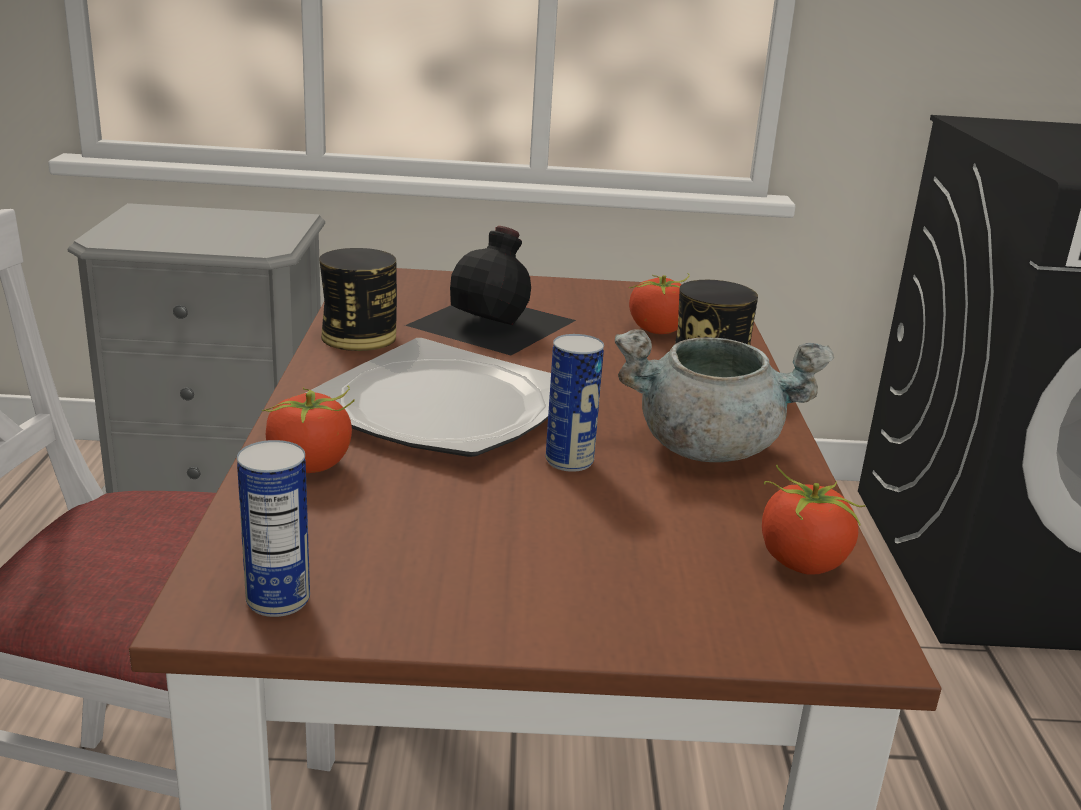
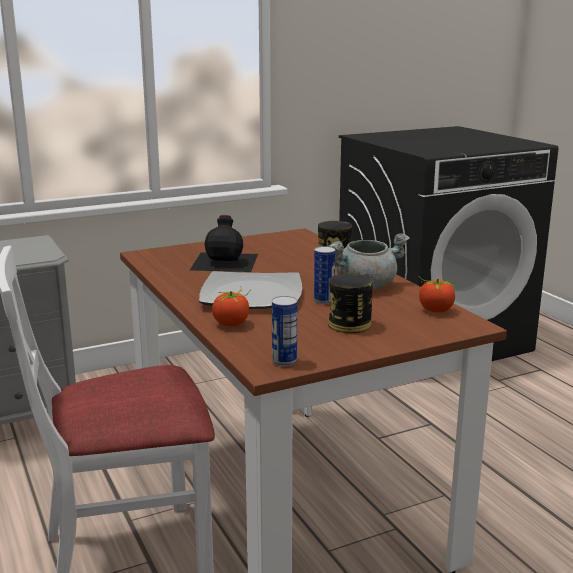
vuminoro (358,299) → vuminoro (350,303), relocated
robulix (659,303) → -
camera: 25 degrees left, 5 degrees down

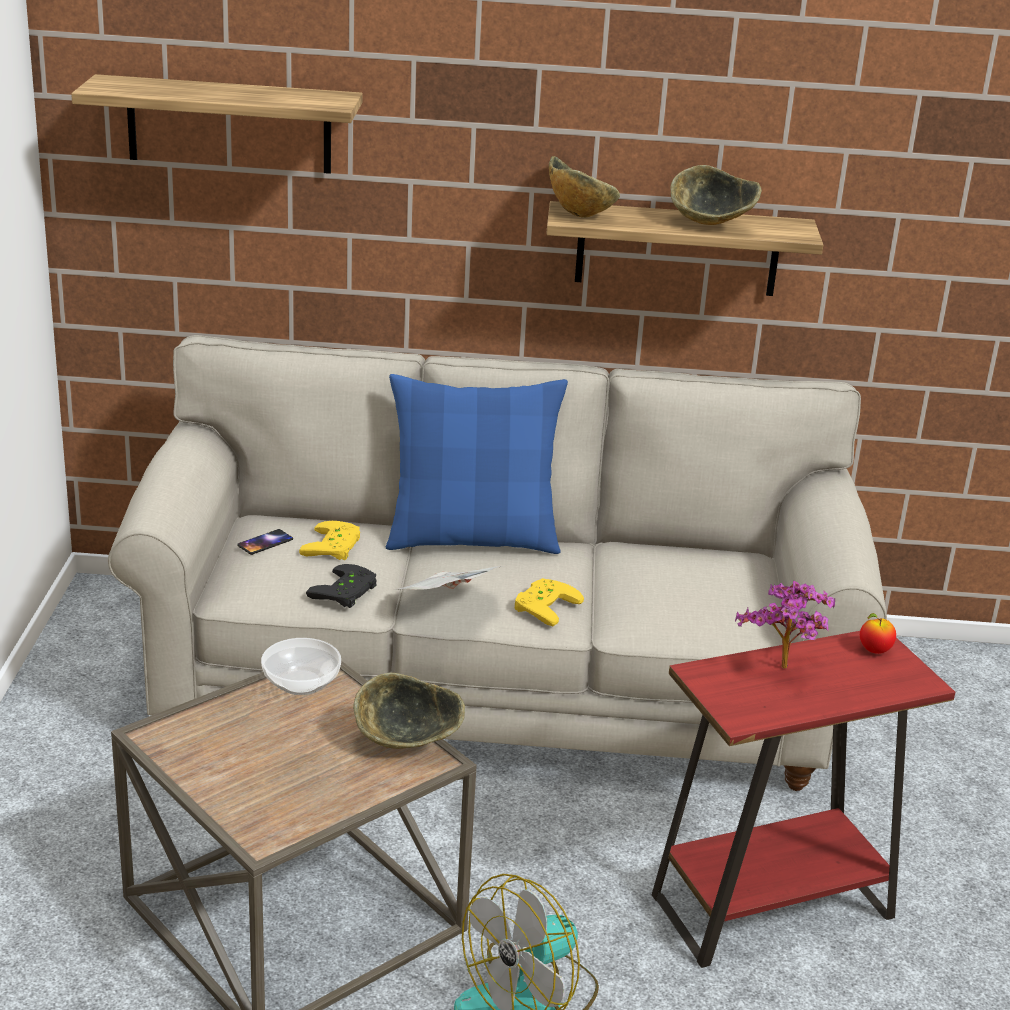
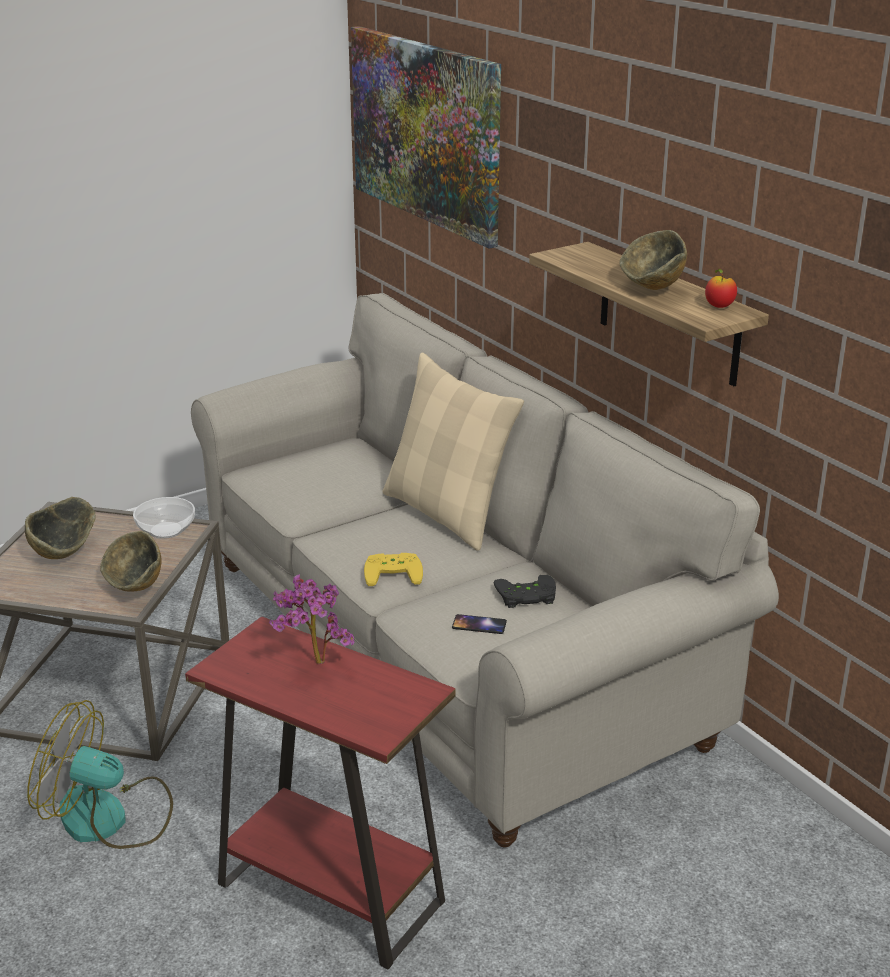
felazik (217,124) → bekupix (426,137)
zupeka (265,542) → zupeka (479,624), relocated
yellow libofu (329,540) → -
black libofu (341,586) → black libofu (525,591), relocated
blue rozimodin (476,464) → beige rozimodin (453,452)
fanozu (448,578) → -
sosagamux (584,187) → sosagamux (60,528), relocated
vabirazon (878,633) → vabirazon (721,288), relocated
camera: 55 degrees right, 0 degrees up

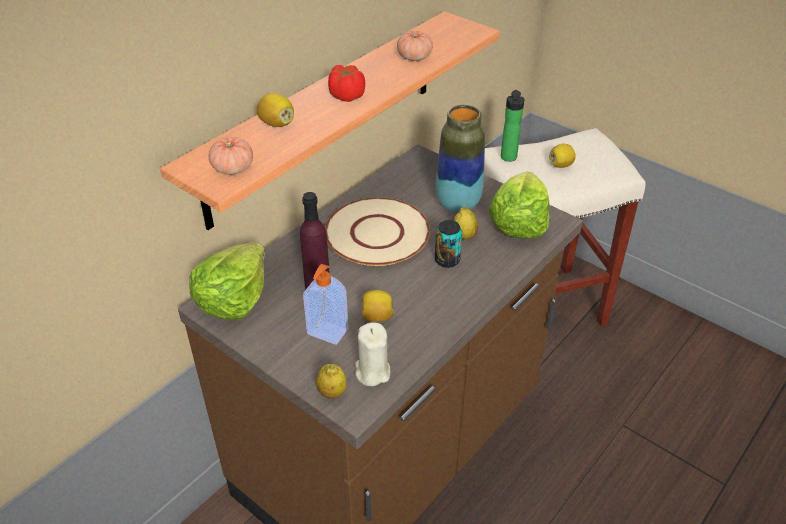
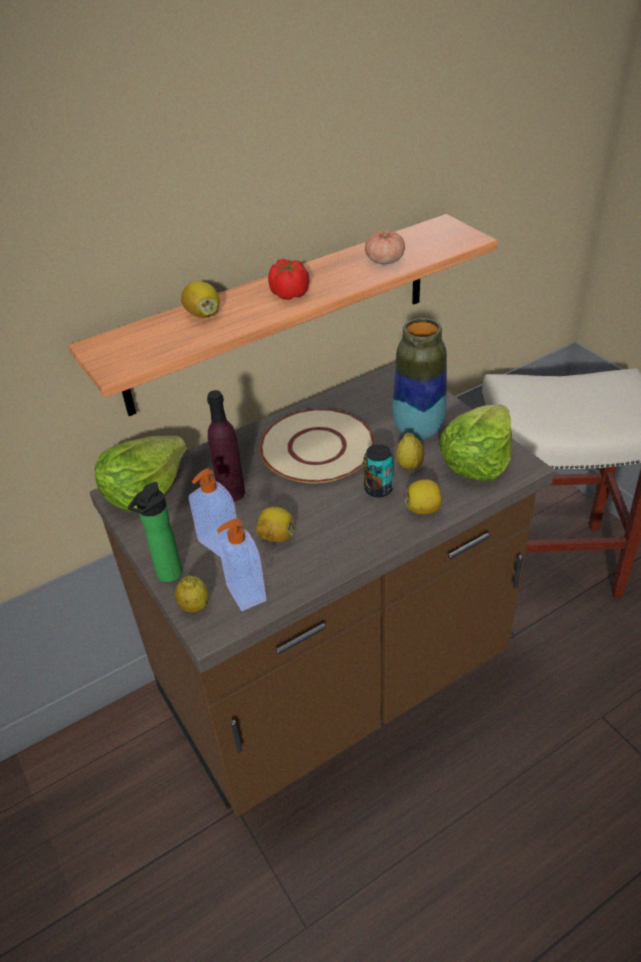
robulix (231,156) → -
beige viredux (372,354) → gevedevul (242,564)
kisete (513,126) → kisete (155,532), relocated
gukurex (562,156) → gukurex (423,496), relocated
camera: 20 degrees right, 0 degrees up

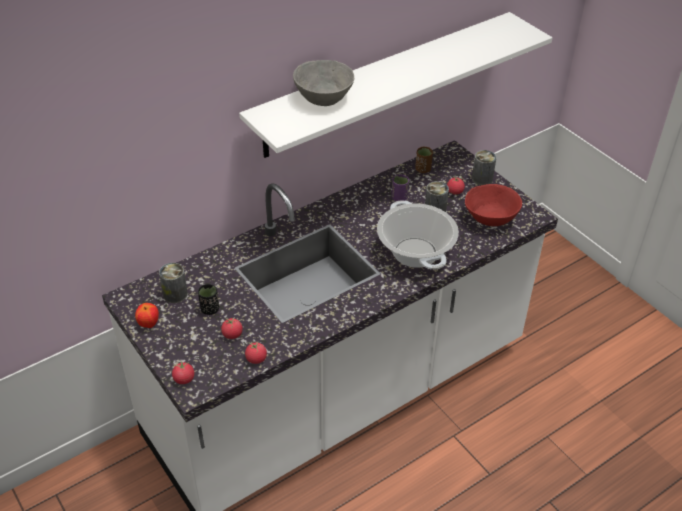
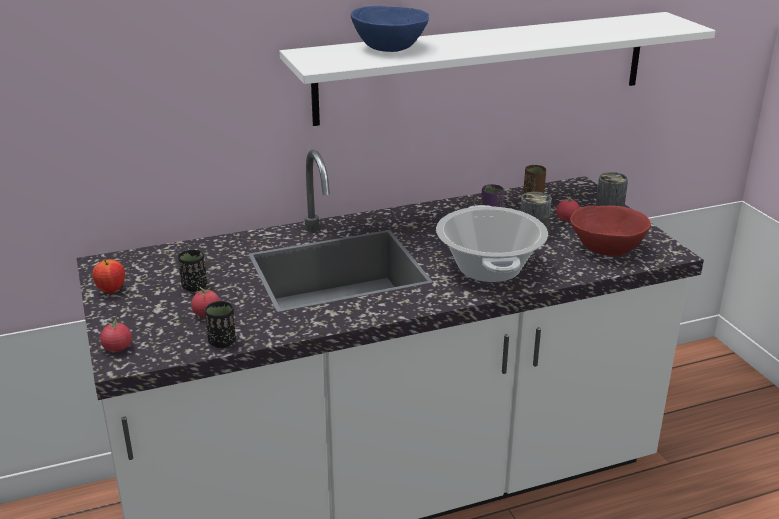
vuminoro (173,283) → -
robulix (256,353) → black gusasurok (220,324)
grey sosagamux (323,83) → blue sosagamux (390,29)
camera: 15 degrees right, 15 degrees down

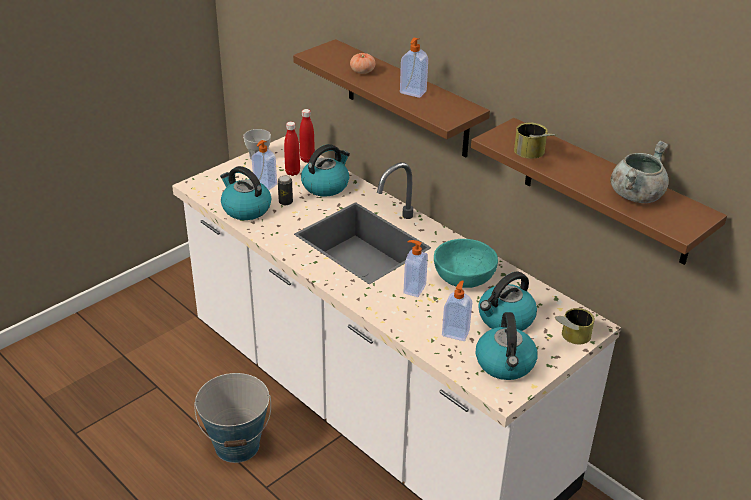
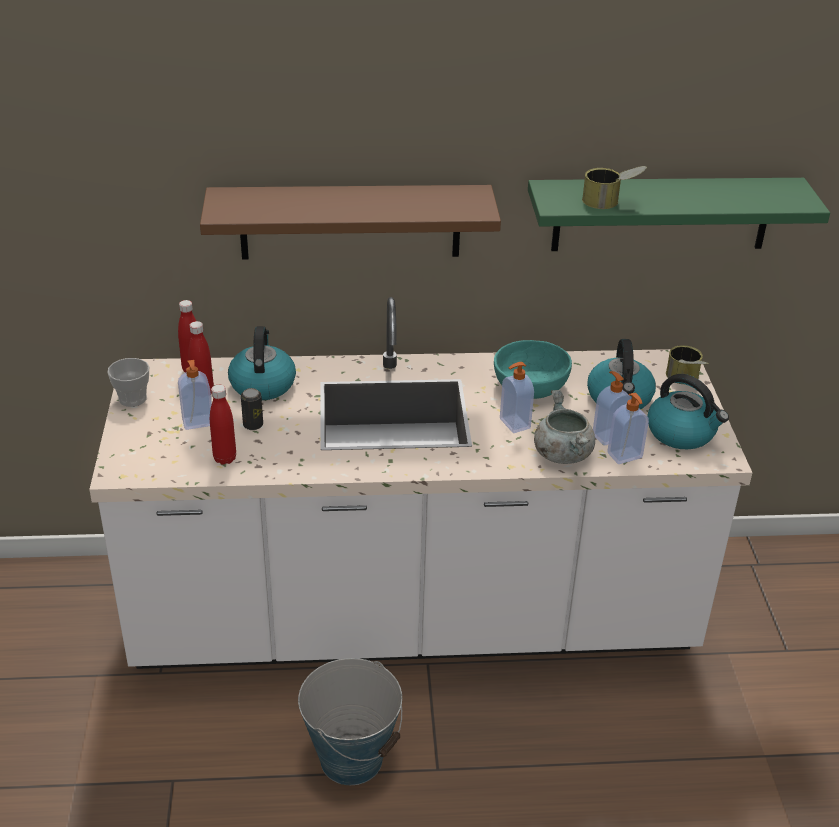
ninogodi (245,193) → red kisete (223,425)
robulix (362,63) → -
gevedevul (414,68) → gevedevul (628,428), relocated
brown felazik (599,191) → green felazik (679,214)
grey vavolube (639,171) → grey vavolube (564,427), relocated
camera: 50 degrees left, 0 degrees up

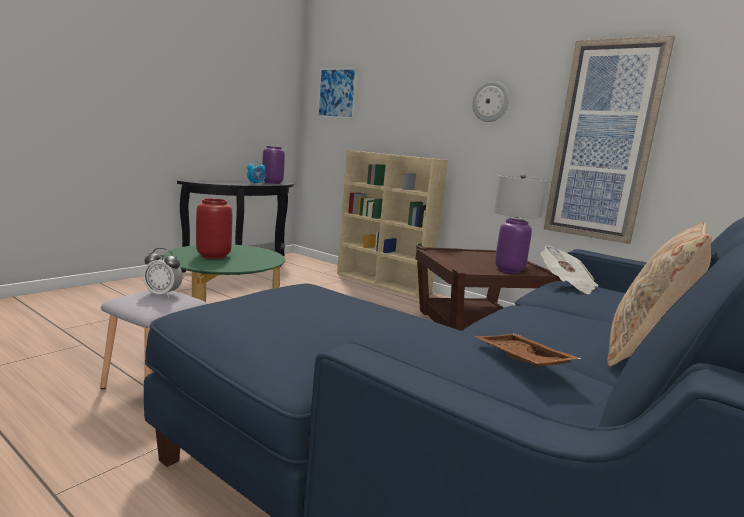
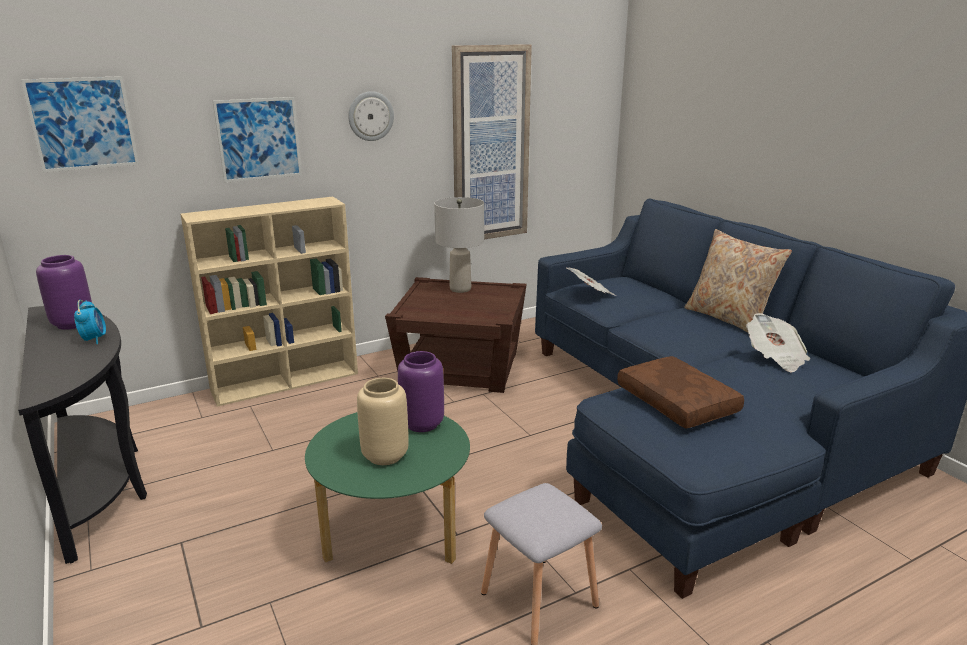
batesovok (163,272) → -
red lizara (214,228) → beige lizara (383,421)
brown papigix (528,350) → fanozu (778,343)
purple lizara (513,246) → purple lizara (421,391), relocated
- → bekupix (257,140)
- → brown rozimodin (680,392)
camera: 65 degrees left, 10 degrees up

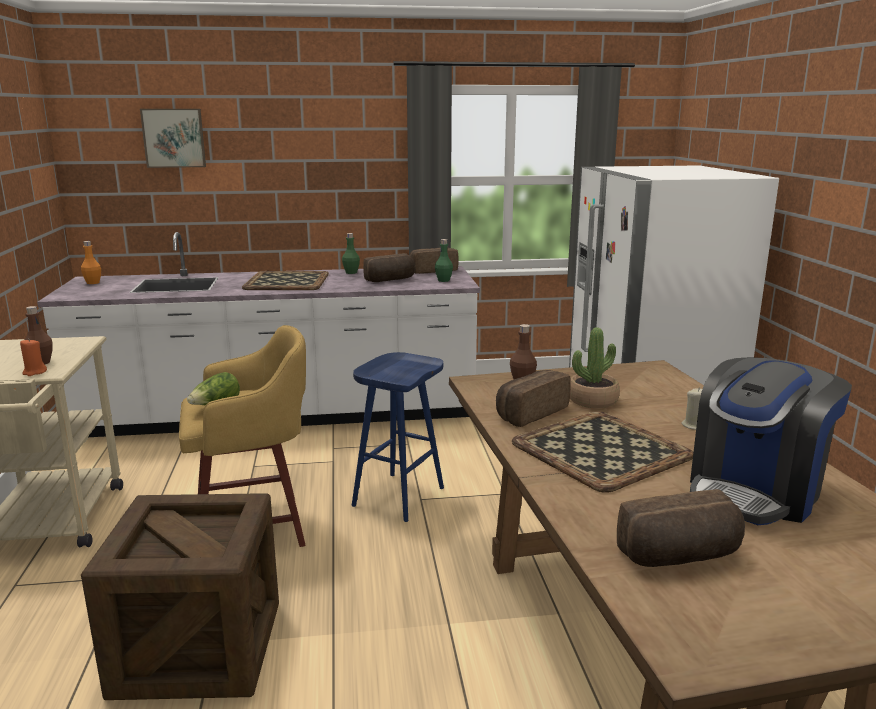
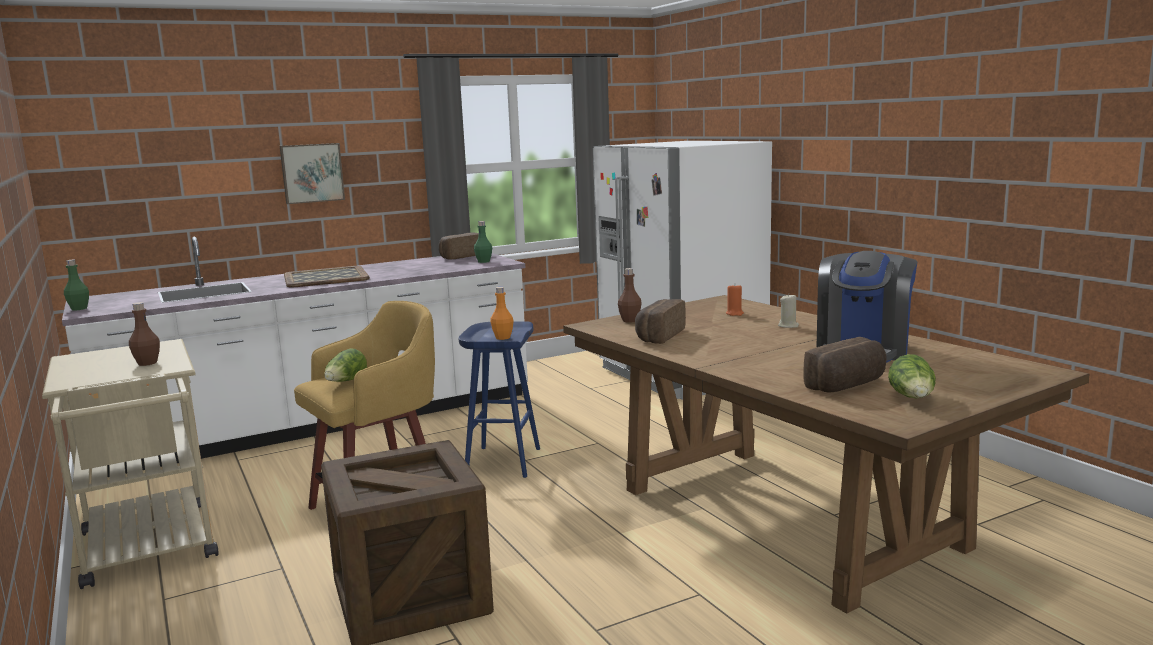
orange viredux (33,357) → orange viredux (735,300), relocated
orange kisete (91,262) → orange kisete (502,313), relocated
bekupix (173,138) → bekupix (312,173), relocated
green kisete (351,253) → green kisete (76,285), relocated
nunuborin (389,267) → -
papigix (602,452) → -
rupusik (595,368) → -
- → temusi (912,376)
camera: 20 degrees left, 5 degrees down

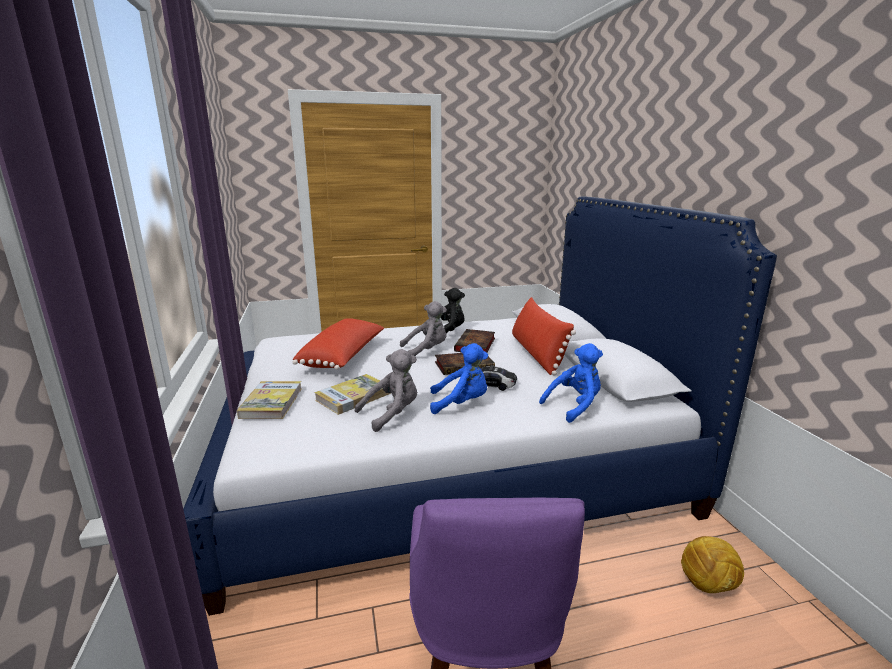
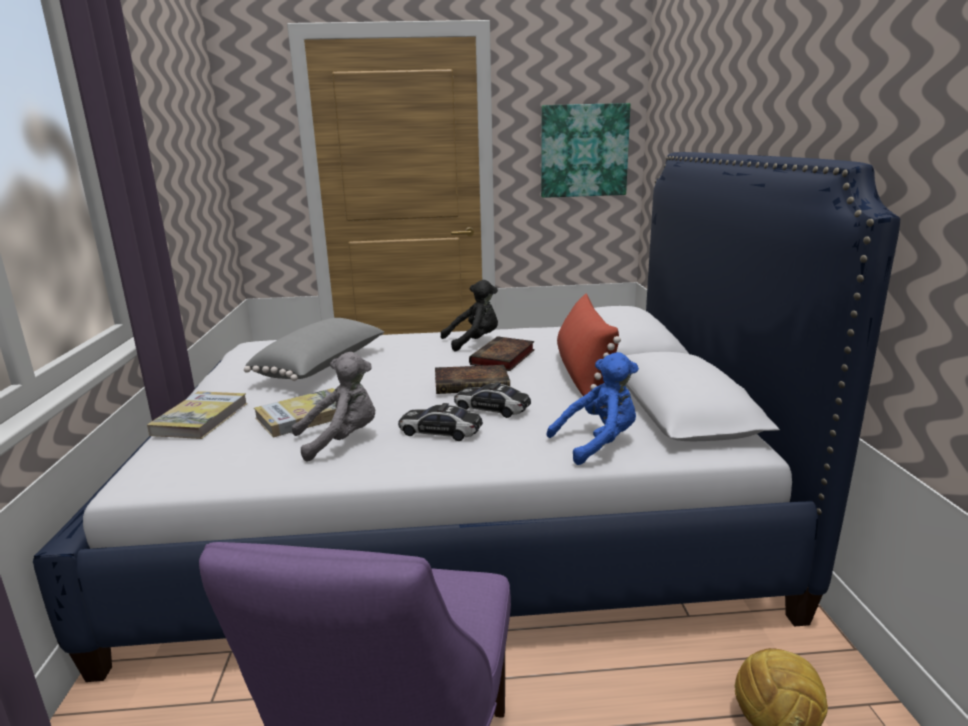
red rozimodin (338,344) → grey rozimodin (314,349)
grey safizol (423,328) → -
blue safizol (459,378) → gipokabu (440,422)
- → bekupix (585,150)
camera: 10 degrees right, 0 degrees up

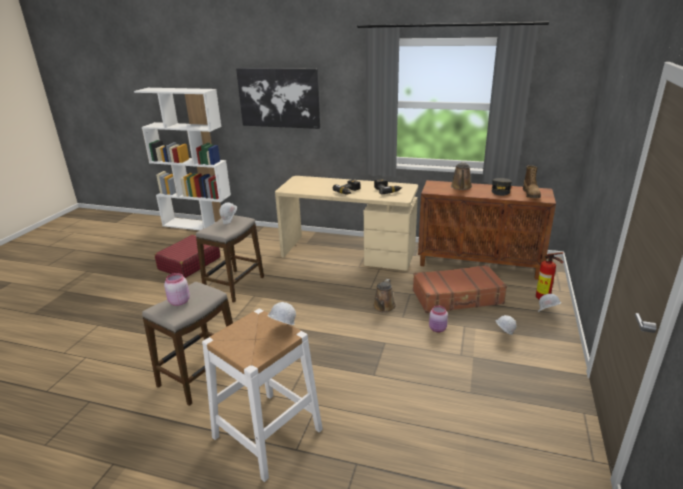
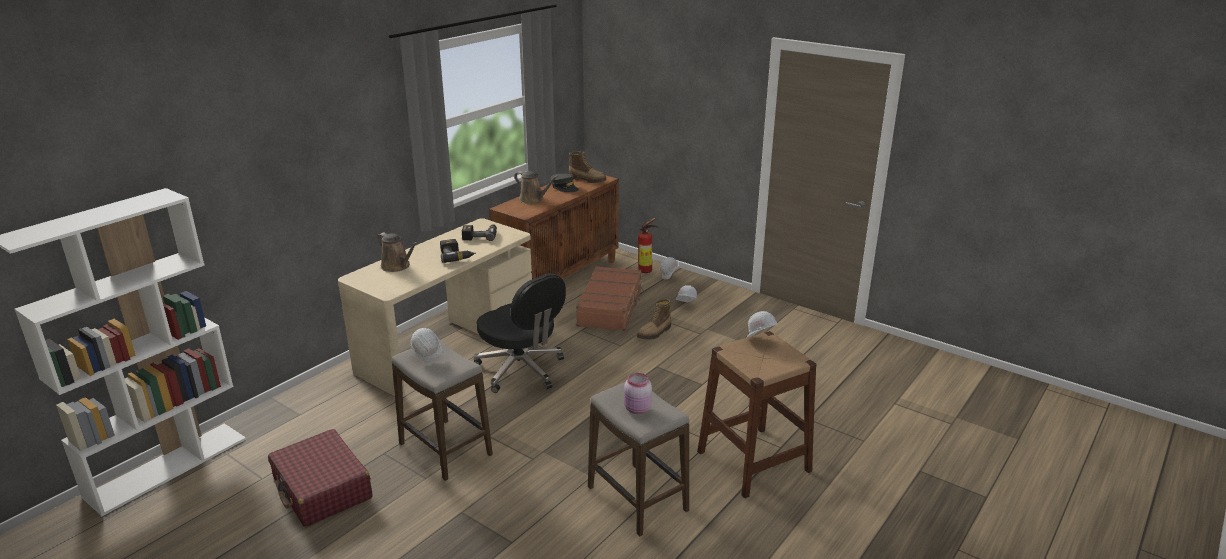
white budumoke (262,395) → brown budumoke (757,414)
bekupix (278,98) → -
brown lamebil (384,296) → brown lamebil (397,252), relocated
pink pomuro (438,319) → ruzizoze (654,319)
- → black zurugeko (519,333)
camera: 70 degrees left, 0 degrees up

